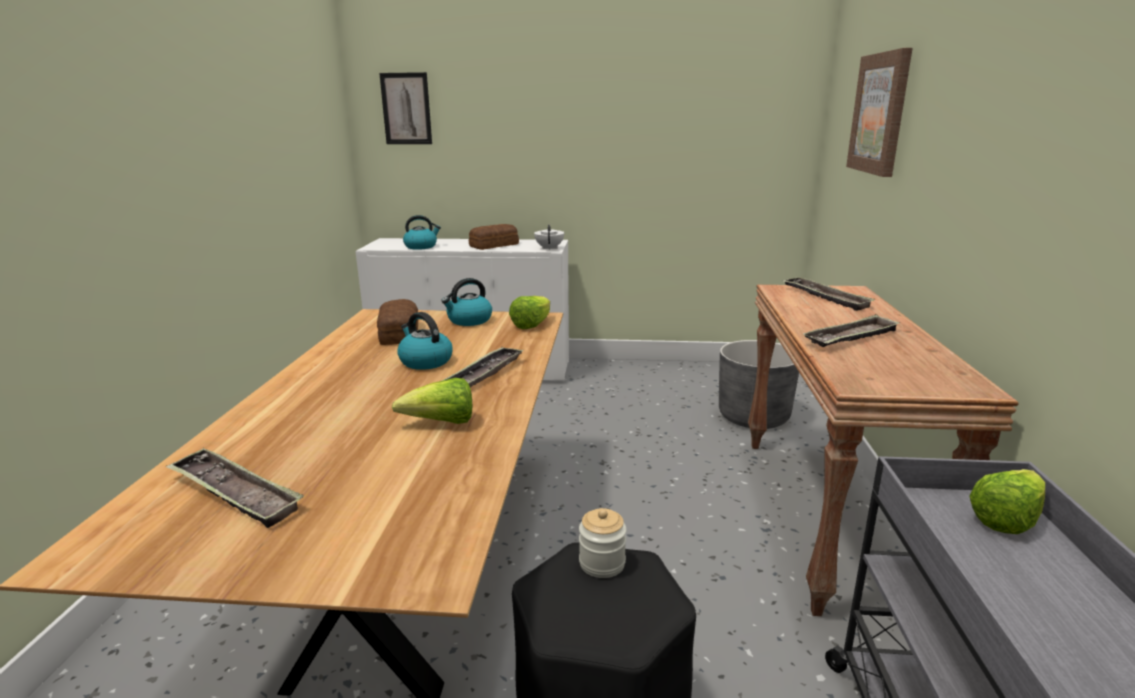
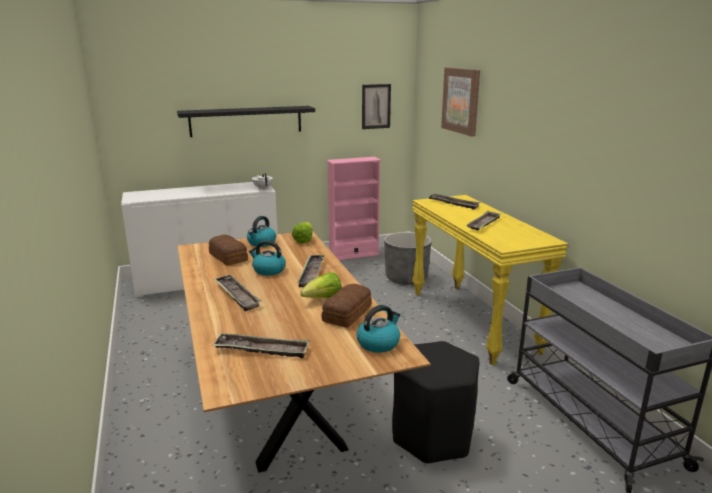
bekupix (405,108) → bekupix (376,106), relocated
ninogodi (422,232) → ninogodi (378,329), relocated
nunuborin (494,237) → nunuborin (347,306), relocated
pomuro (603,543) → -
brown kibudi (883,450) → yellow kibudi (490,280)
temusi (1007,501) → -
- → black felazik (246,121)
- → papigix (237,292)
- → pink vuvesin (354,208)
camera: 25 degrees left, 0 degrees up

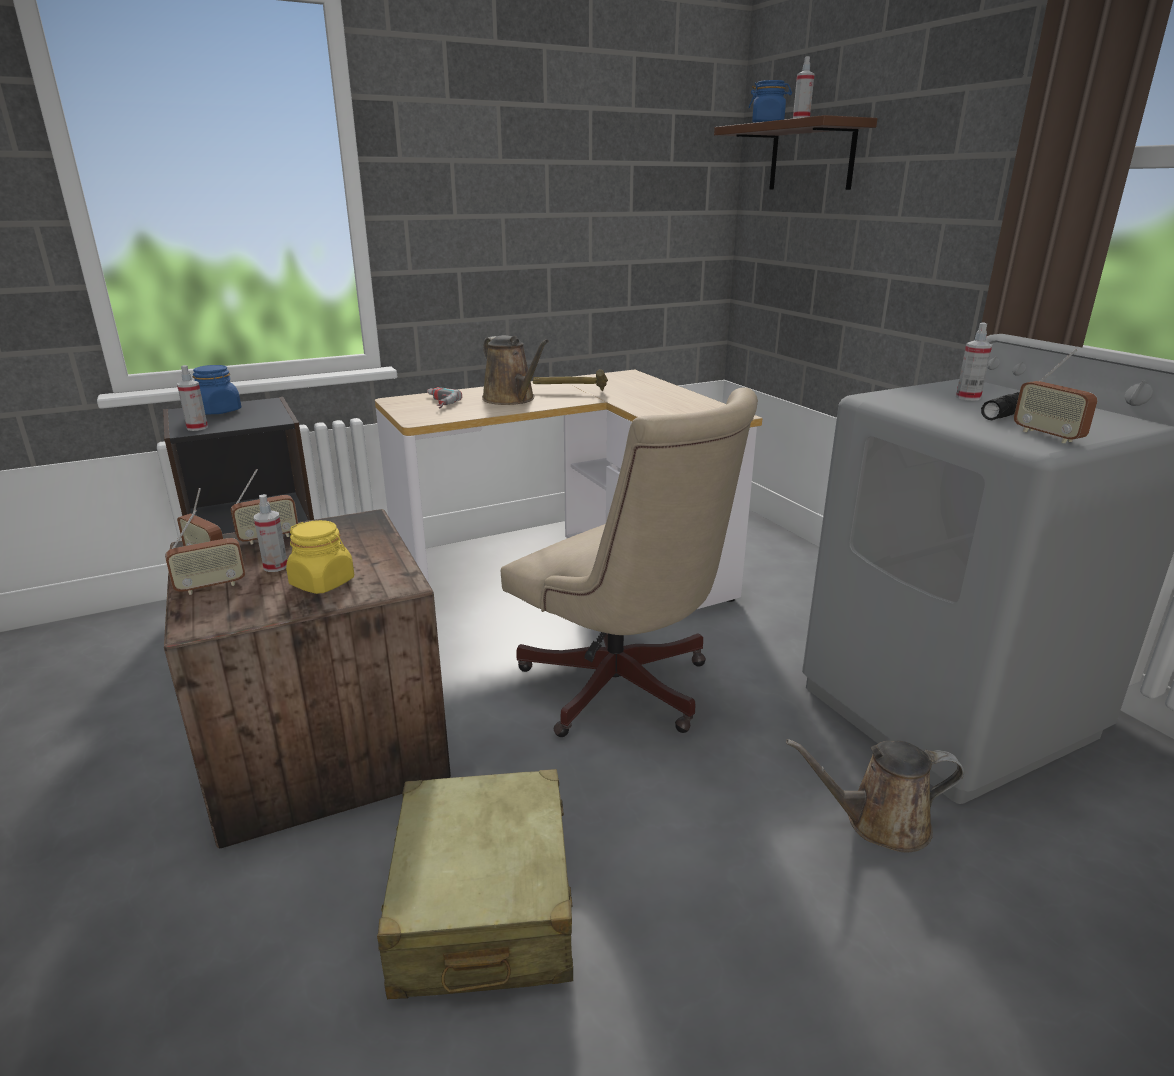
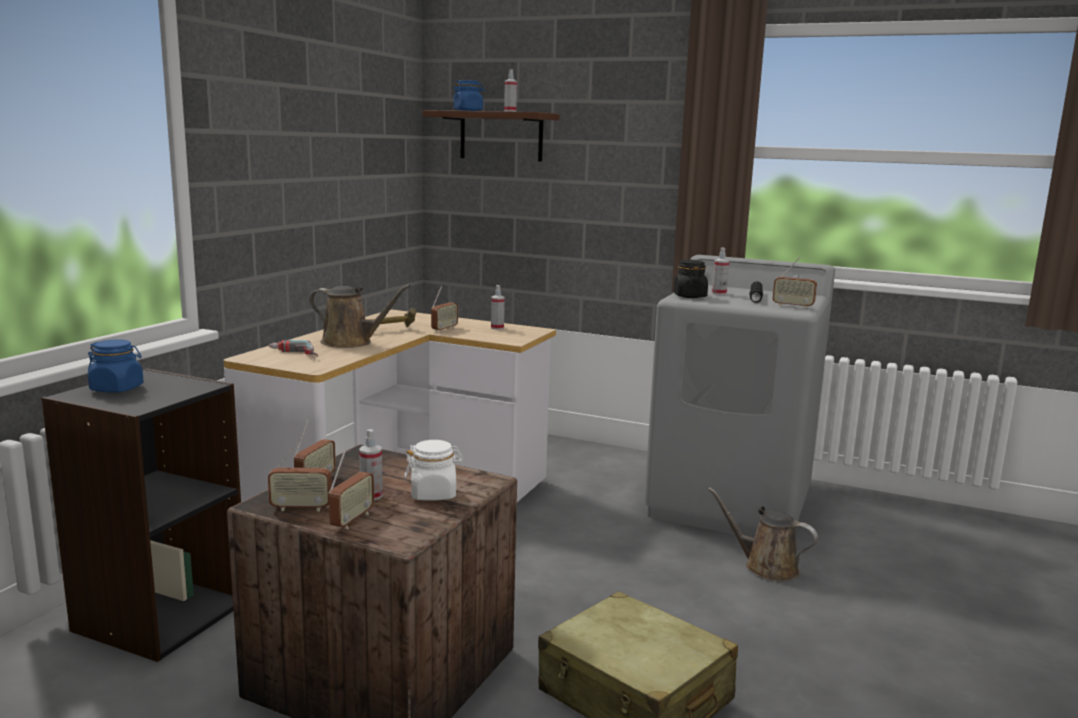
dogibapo (192,398) → dogibapo (498,307), relocated
yellow pomuro (320,557) → white pomuro (434,470)
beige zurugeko (629,562) → -
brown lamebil (875,796) → brown lamebil (763,534), 75 degrees clockwise
- → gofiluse (444,308)
- → black pomuro (690,279)
camera: 40 degrees left, 10 degrees down

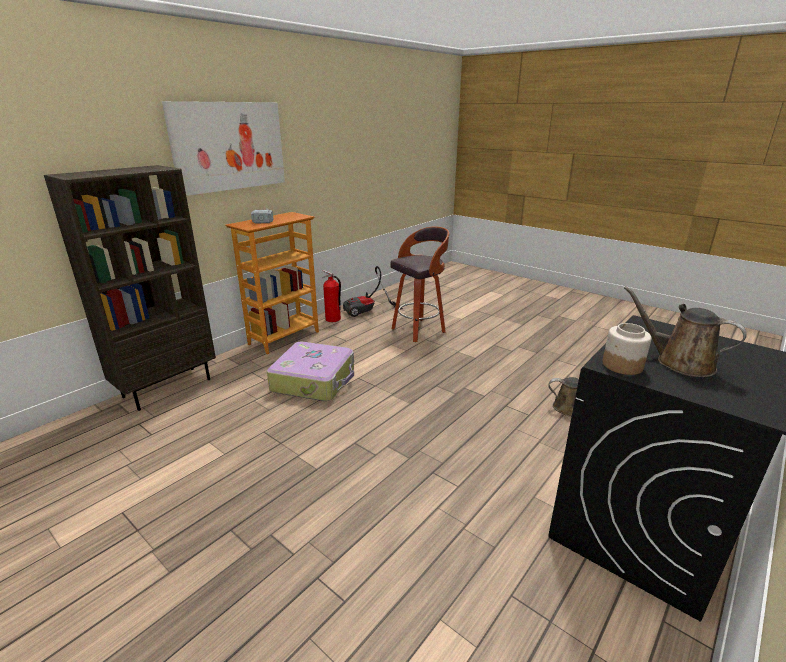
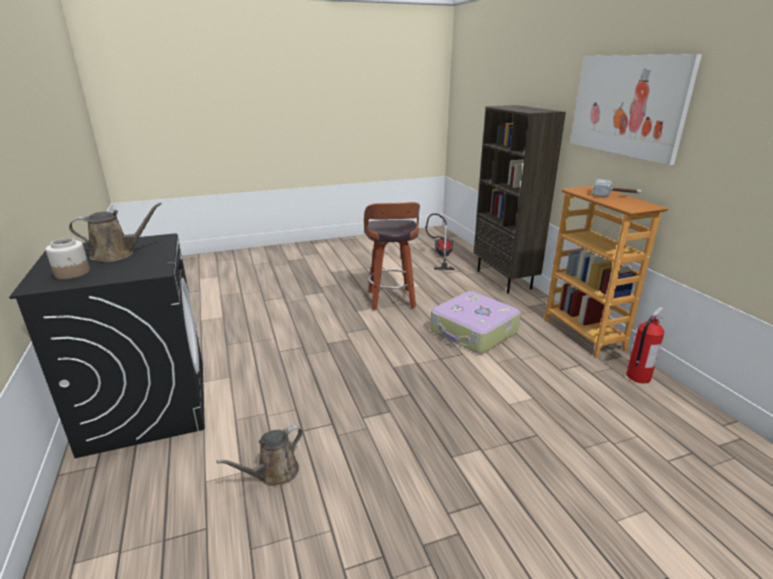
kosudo (373,291) → kosudo (440,241), relocated
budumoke (419,284) → budumoke (392,256), relocated
pomuro (627,349) → pomuro (68,258), relocated
camera: 120 degrees right, 0 degrees up

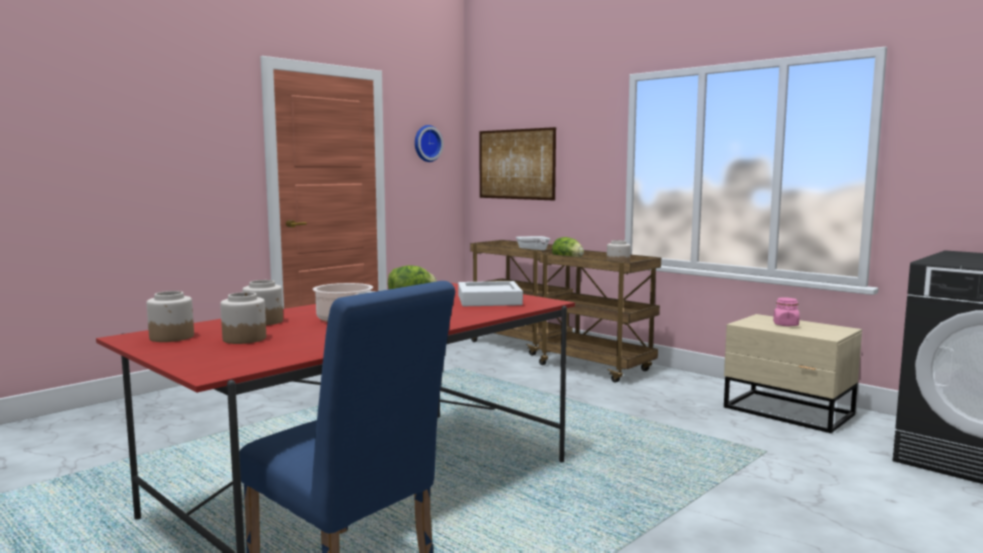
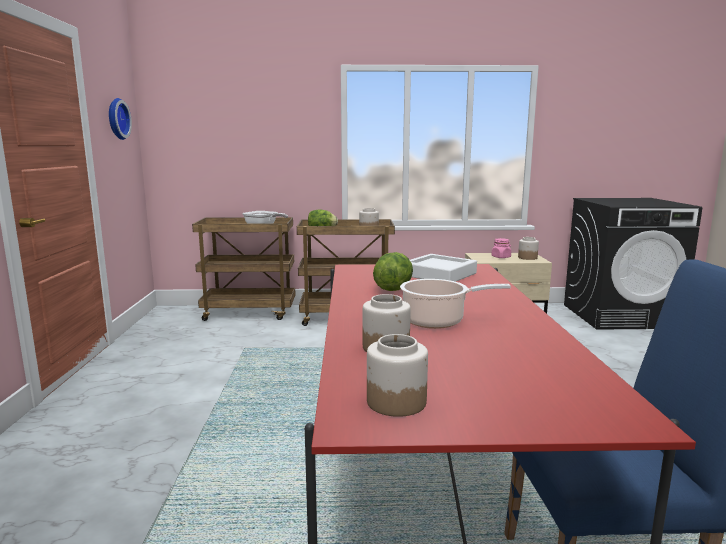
pomuro (243,318) → pomuro (528,248), relocated
bekupix (518,163) → -
camera: 45 degrees left, 5 degrees up

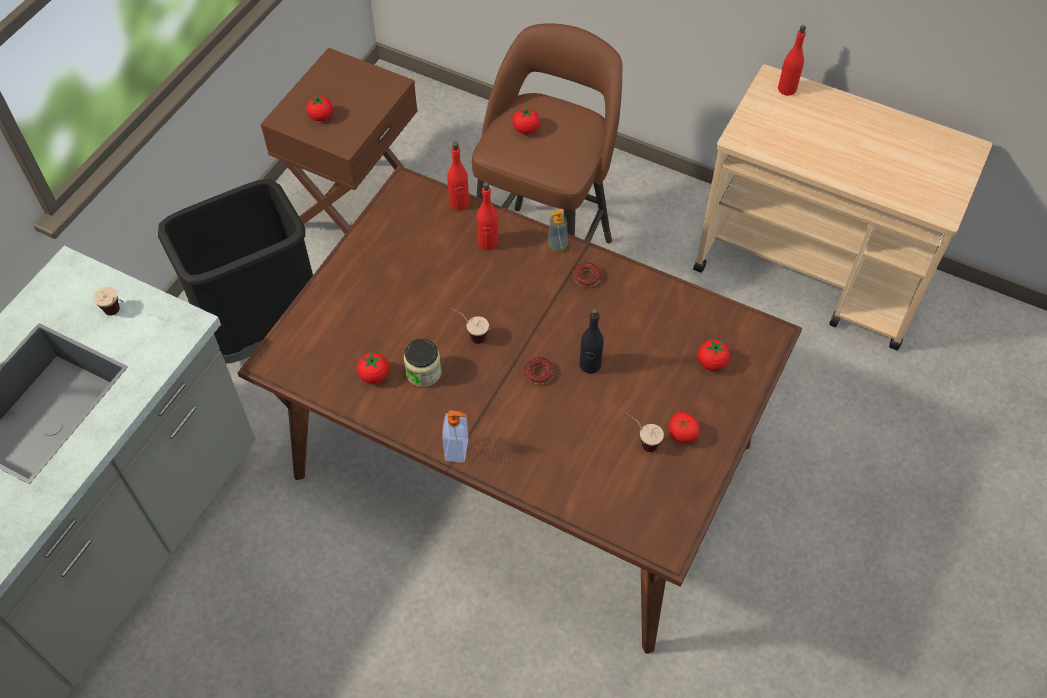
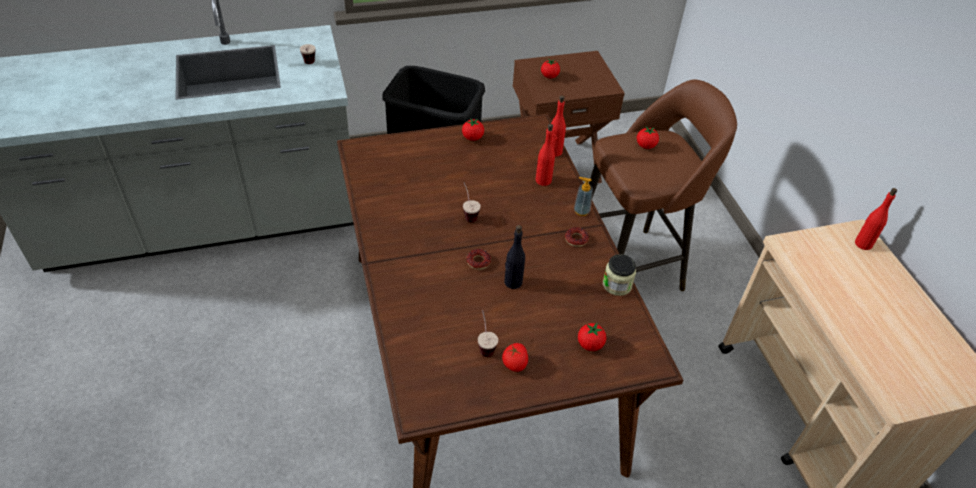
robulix (373,368) → robulix (473,129), relocated
pomuro (423,363) → pomuro (619,275), relocated
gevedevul (455,436) → -
camera: 45 degrees right, 10 degrees down

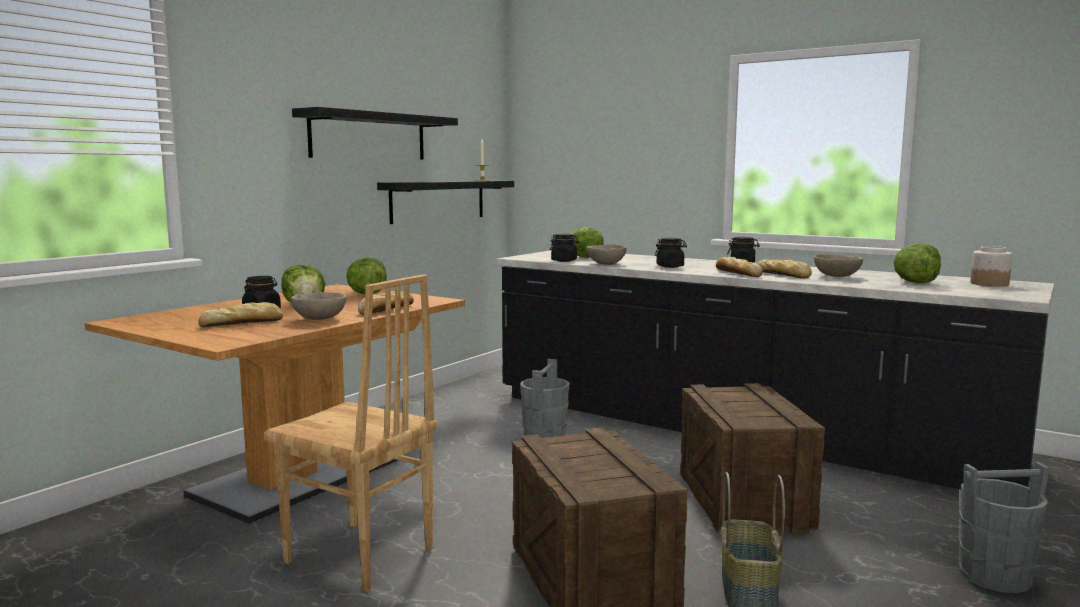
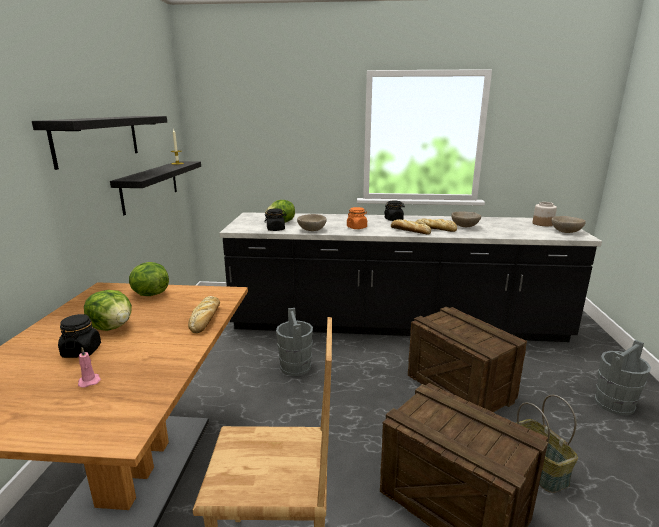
nunuborin (240,314) → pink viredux (89,367)
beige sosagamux (319,306) → beige sosagamux (569,224), relocated
black pomuro (671,253) → orange pomuro (357,218)
temusi (917,263) → -
camera: 30 degrees left, 10 degrees up

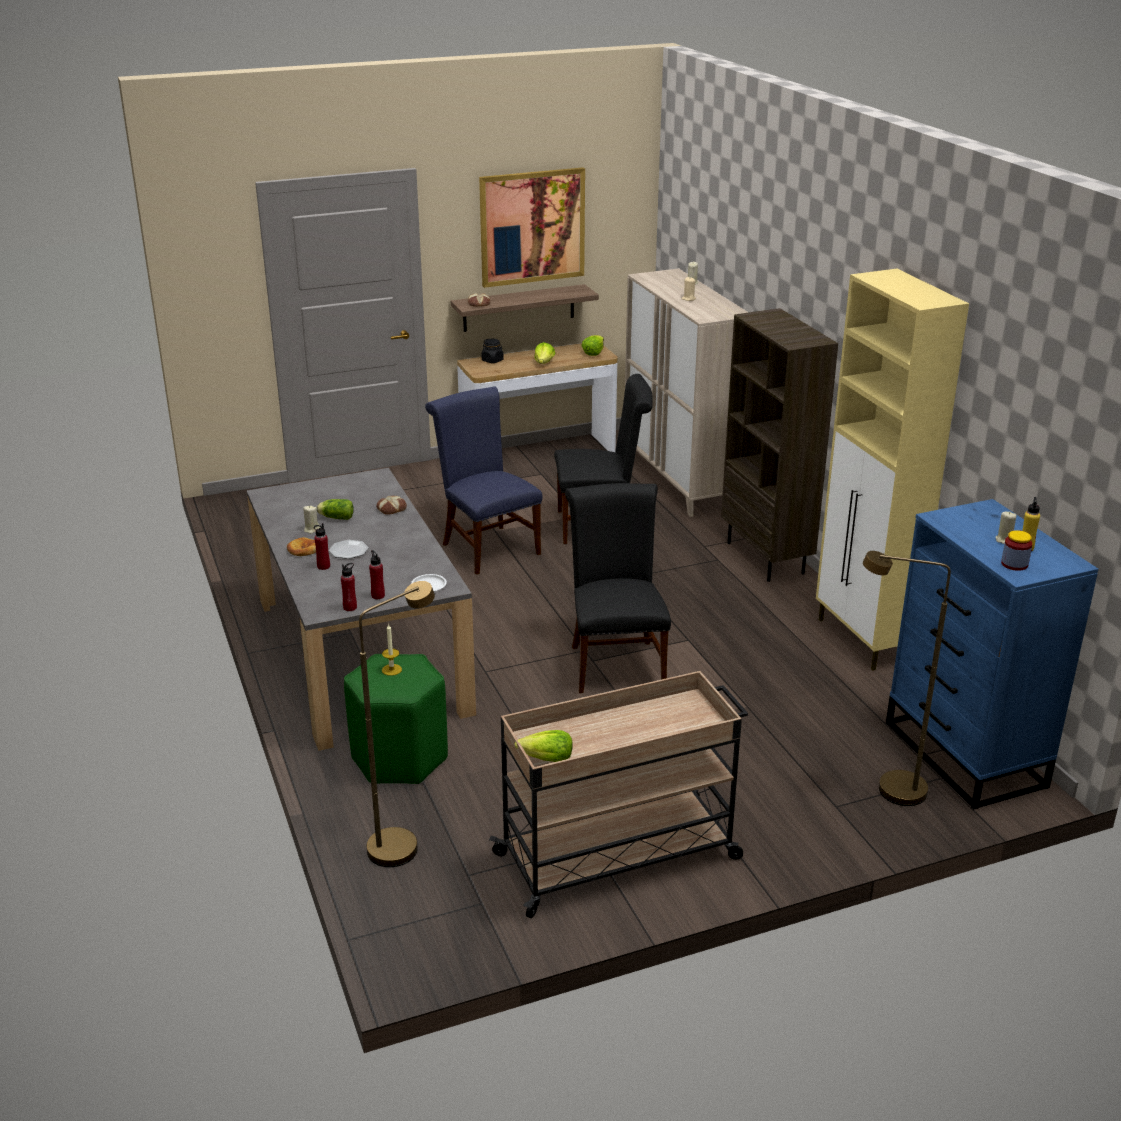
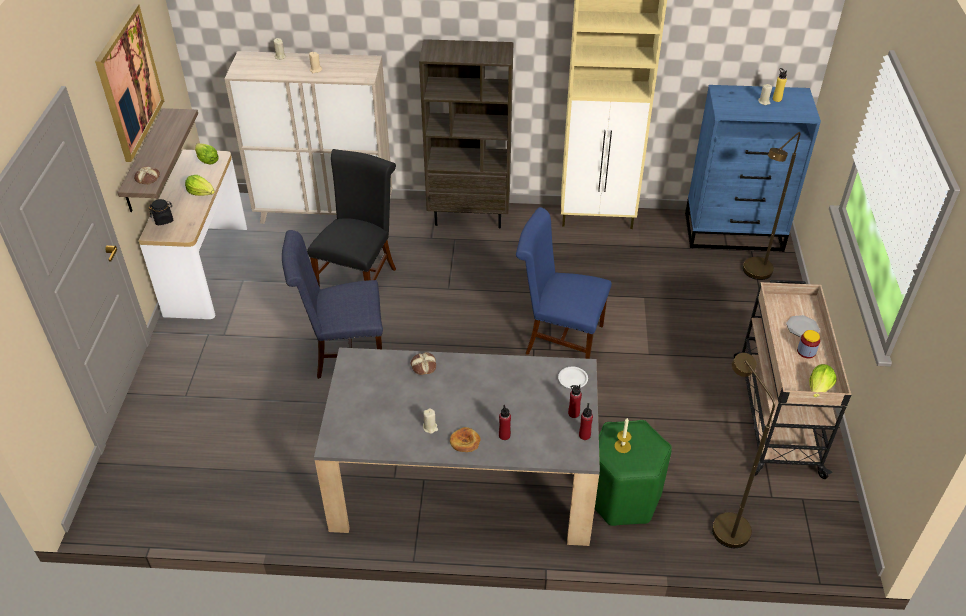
temusi (335,509) → -
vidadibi (349,549) → vidadibi (803,326), relocated
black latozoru (618,588) → blue latozoru (564,283)
pomuro (1016,550) → pomuro (808,344), relocated
camera: 65 degrees left, 15 degrees up

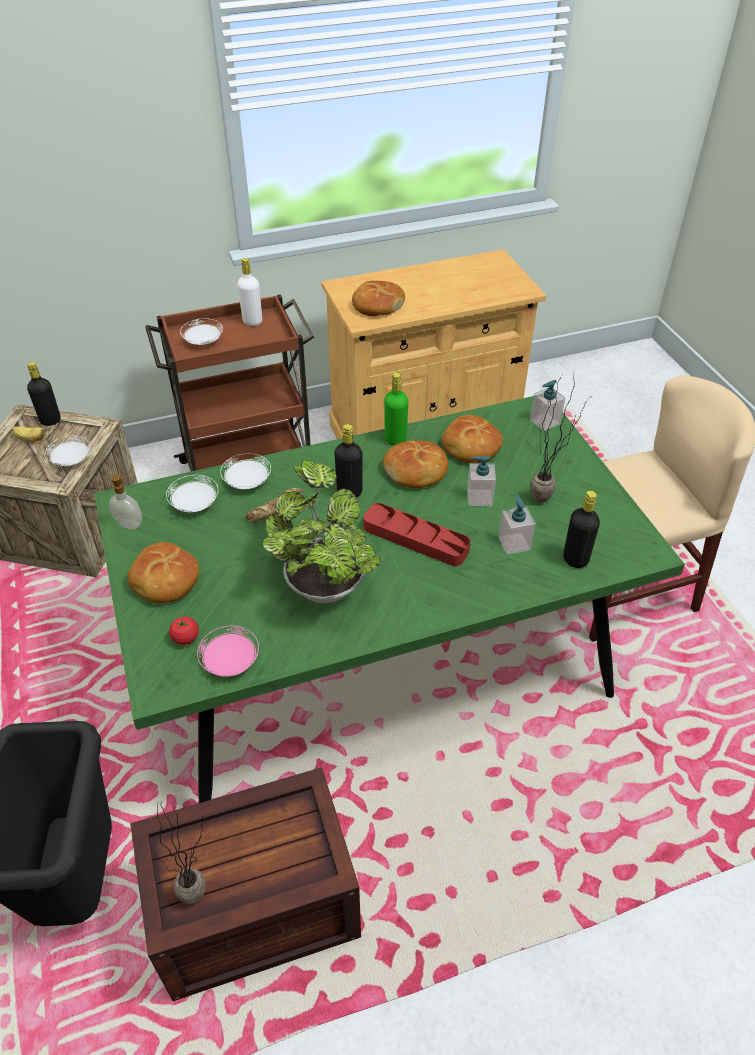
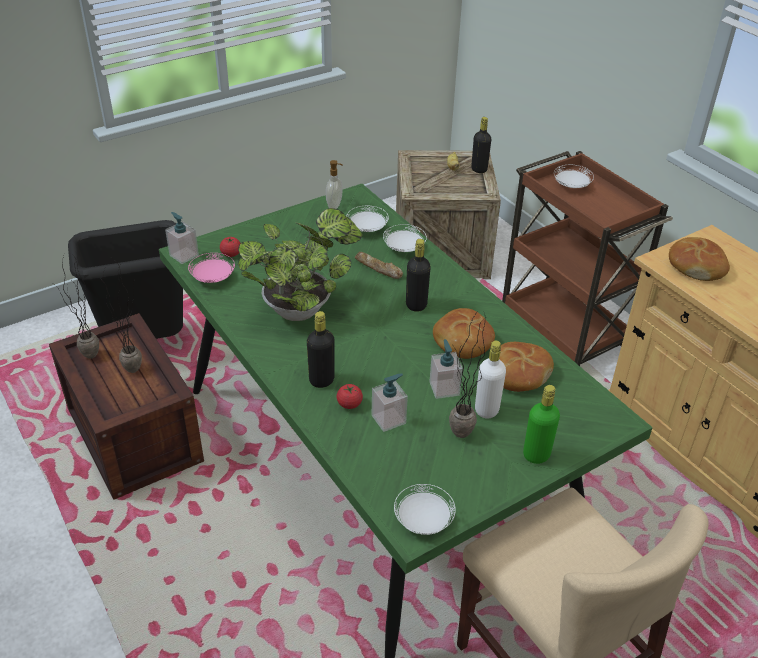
white vidadibi (67,451) → white vidadibi (425,509), relocated
nunuborin (163,572) → -
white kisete (249,292) → white kisete (490,379), relocated
red papigix (416,534) → -
green kisete (396,409) → green kisete (541,424), relocated
gevedevul (547,405) → gevedevul (182,238), relocated
black kisete (581,529) → black kisete (321,349), relocated
- → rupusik (121,316)
- → robulix (350,396)
camera: 75 degrees right, 5 degrees down

